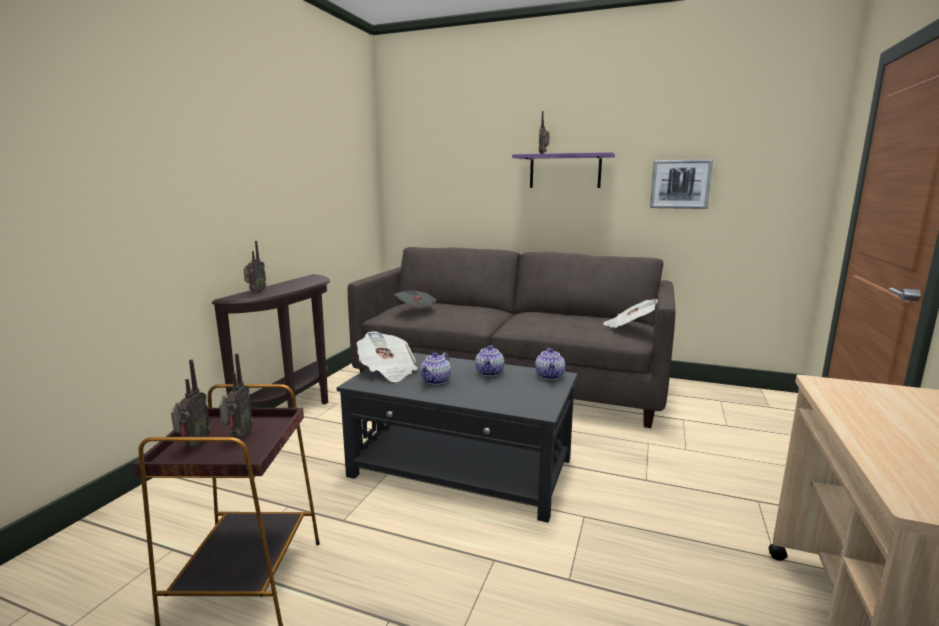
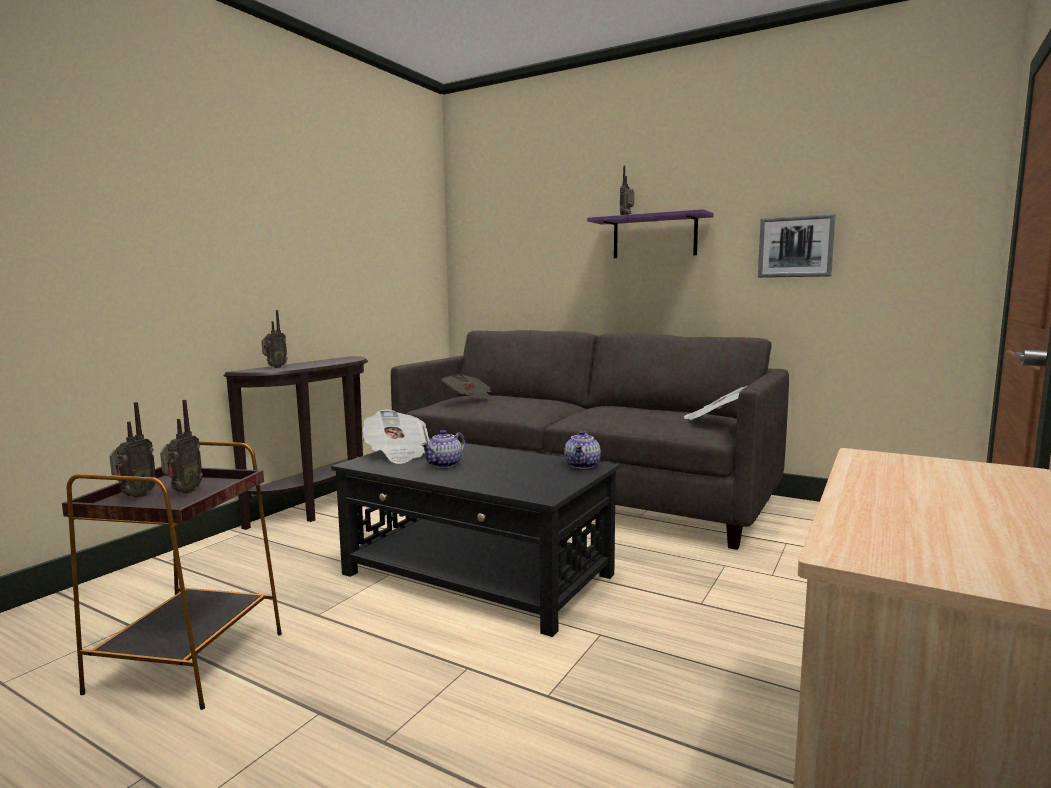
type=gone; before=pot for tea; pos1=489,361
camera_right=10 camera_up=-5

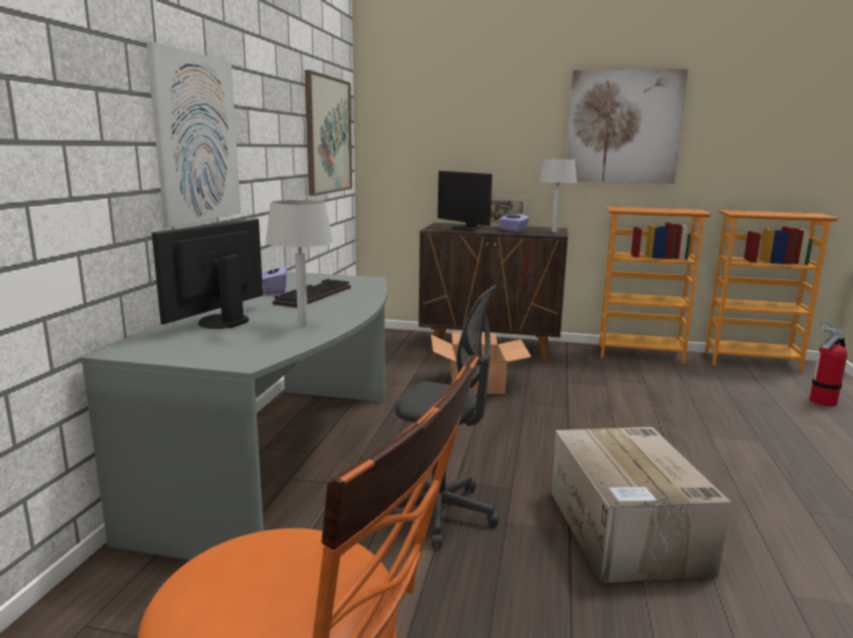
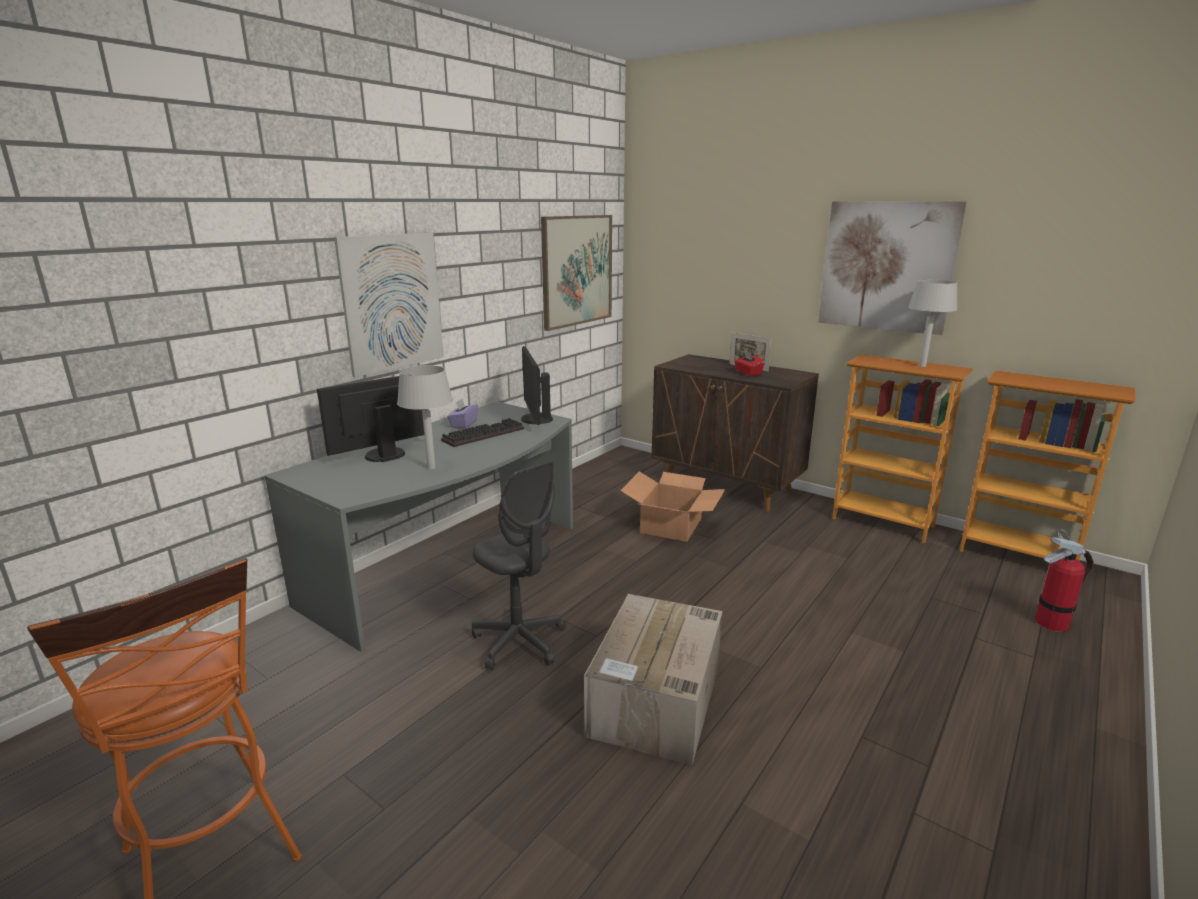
type=shifted; before=computer display; pos1=465,201; pos2=537,385
type=repainted; before=tissue box (purple-coloured); after=tissue box (red-coloured); pos1=513,220; pos2=749,363
type=shifted; before=table lamp (gray); pos1=558,195; pos2=932,323
camera_right=25 camera_up=5

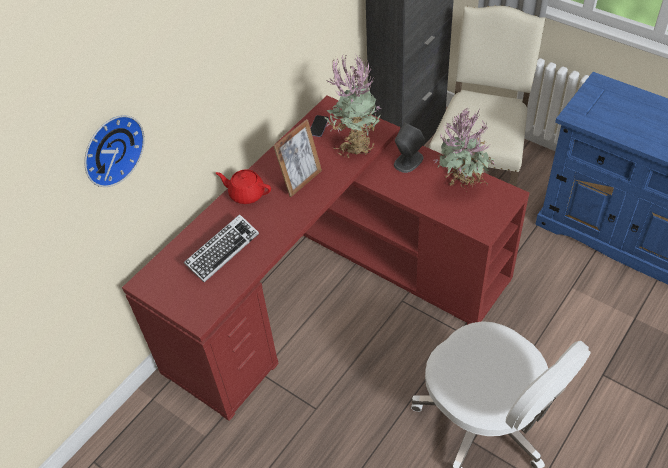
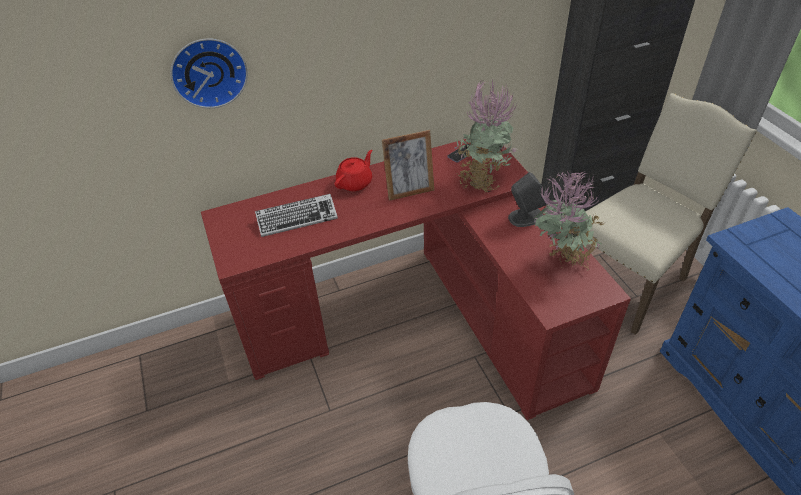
type=rotated; before=pot for tea (red-coloured); pos1=243,186; pos2=353,170; turn=75
camera_right=30 camera_up=-5

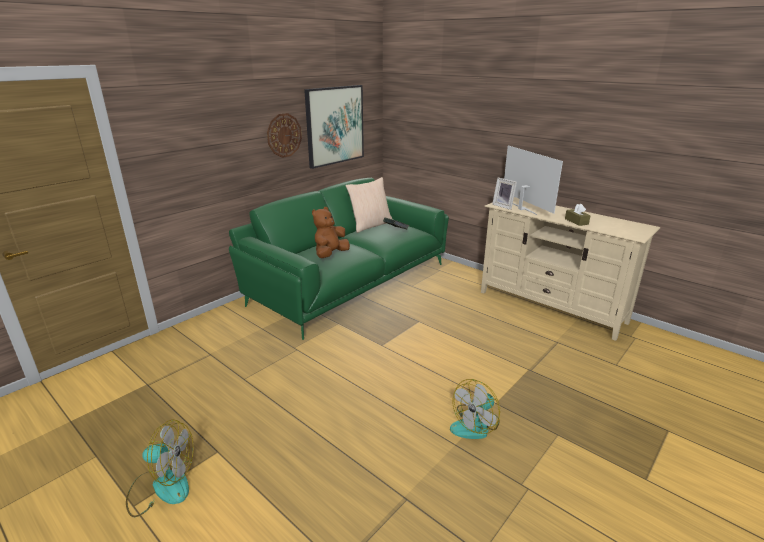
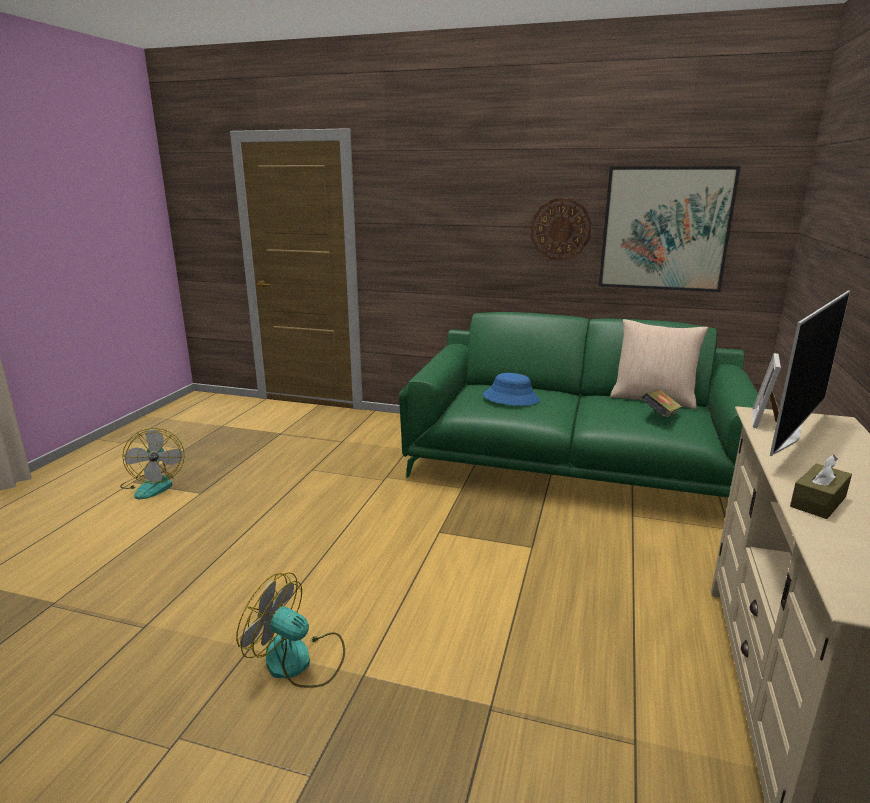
type=swapped; before=soft toy (brown); after=wearable hat (bluish); pos1=331,232; pos2=511,389
camera_right=65 camera_up=-5

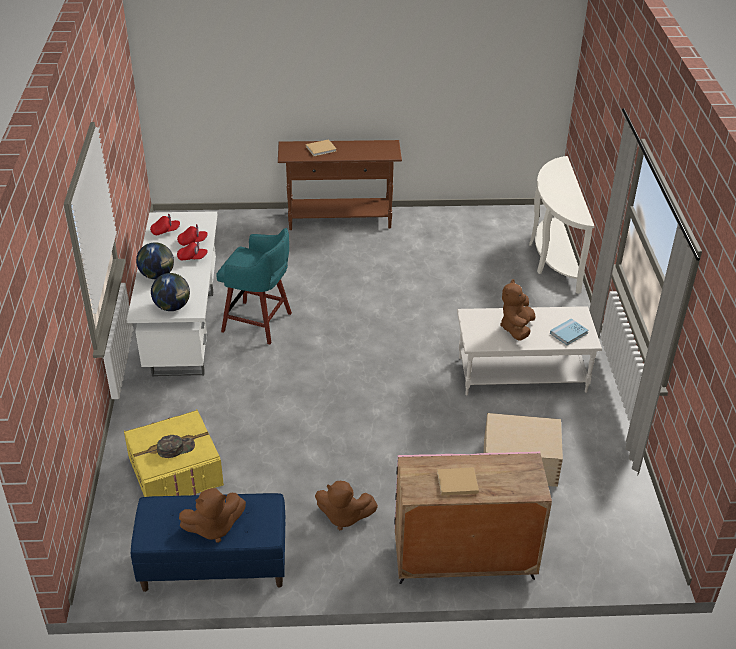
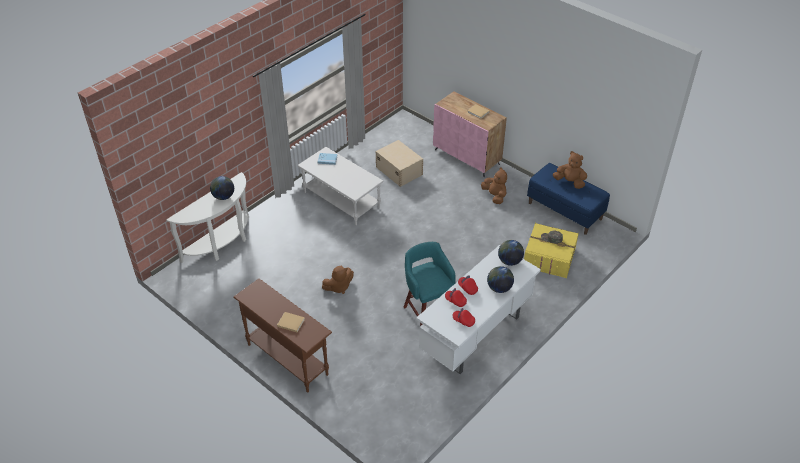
type=shifted; before=soft toy (brown); pos1=518,309; pos2=338,280
type=new; after=globe; pos2=222,188
camera_right=-135 camera_up=5

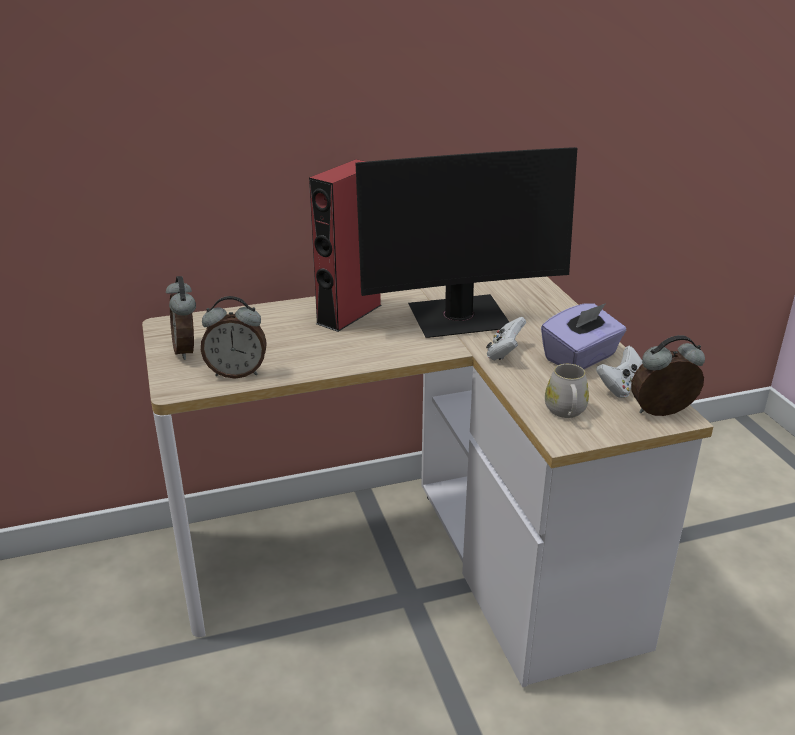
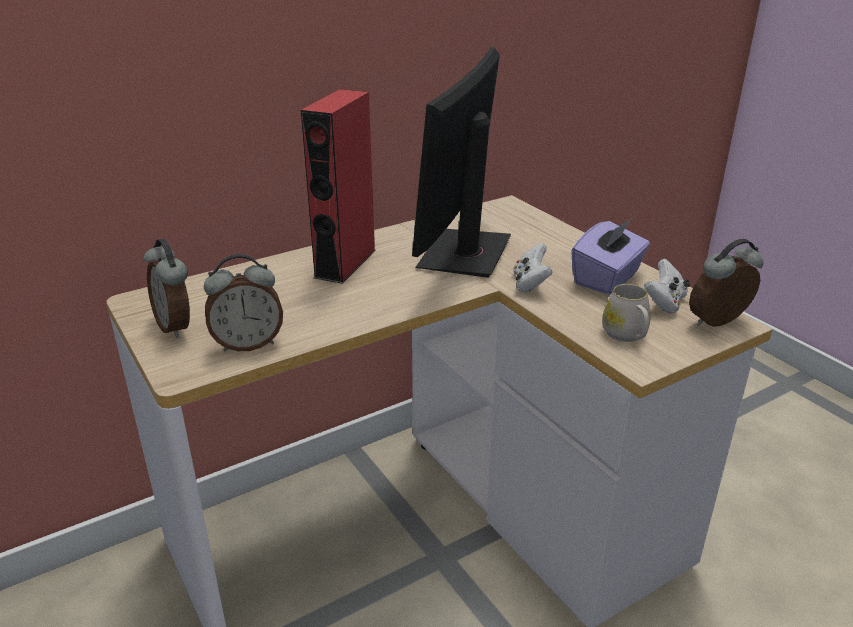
type=rotated; before=computer display; pos1=466,242; pos2=461,162; turn=135
camera_right=-15 camera_up=0

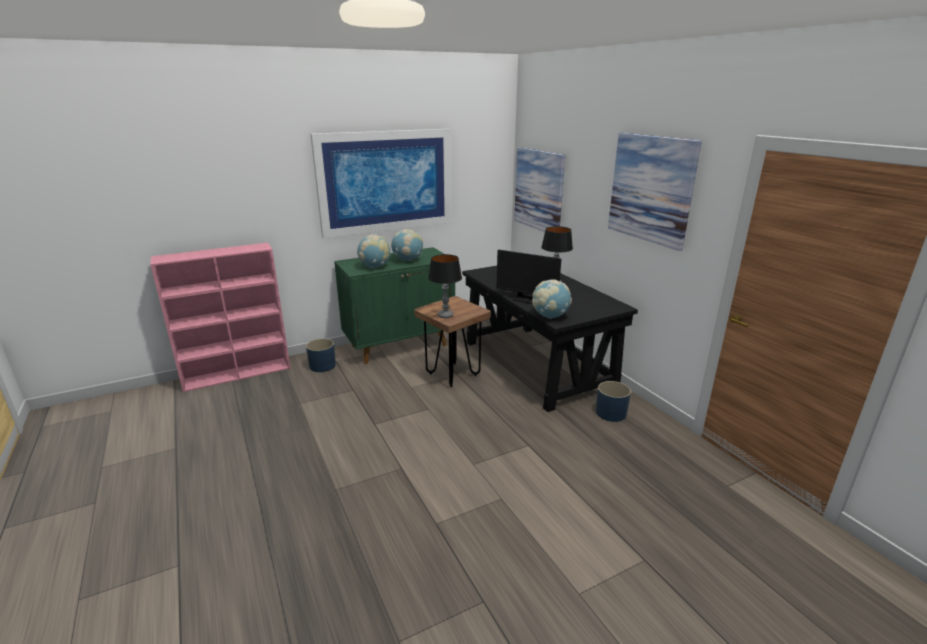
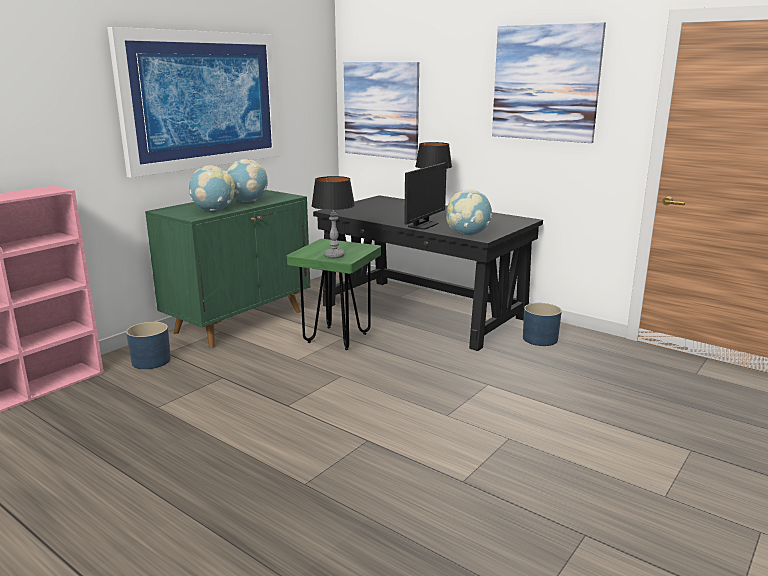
type=repainted; before=stool seat (brown); after=stool seat (green); pos1=452,341; pos2=334,294
type=rotated; before=computer display; pos1=528,277; pos2=425,196; turn=-60
camera_right=-25 camera_up=-5

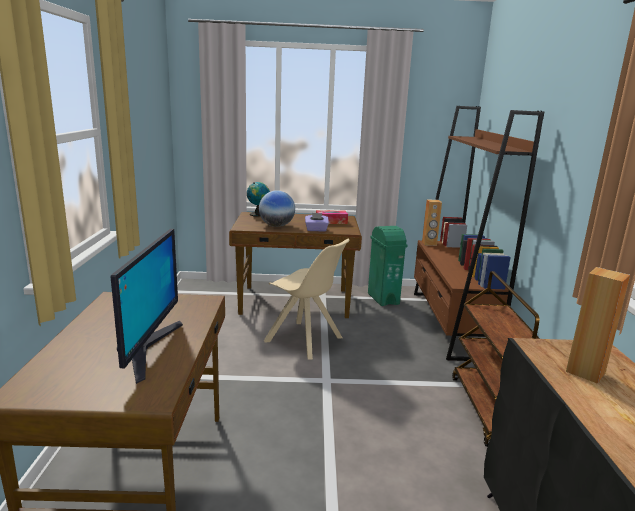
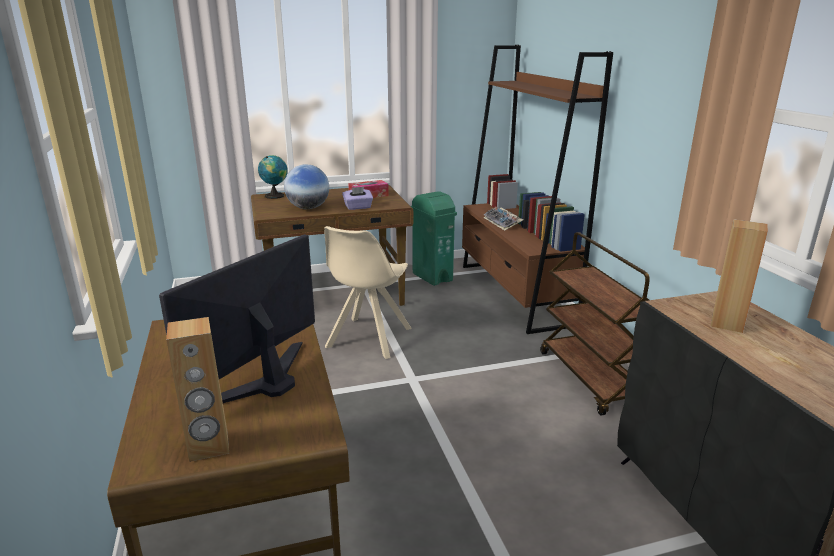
type=rotated; before=computer display; pos1=146,306; pos2=237,318; turn=-135
type=rotated; before=chair (beige); pos1=306,299; pos2=368,292; turn=90
type=shifted; before=loudspeaker (brown); pos1=432,223; pos2=197,389
type=new; after=PC keyboard; pos2=503,218
camera_right=-15 camera_up=5

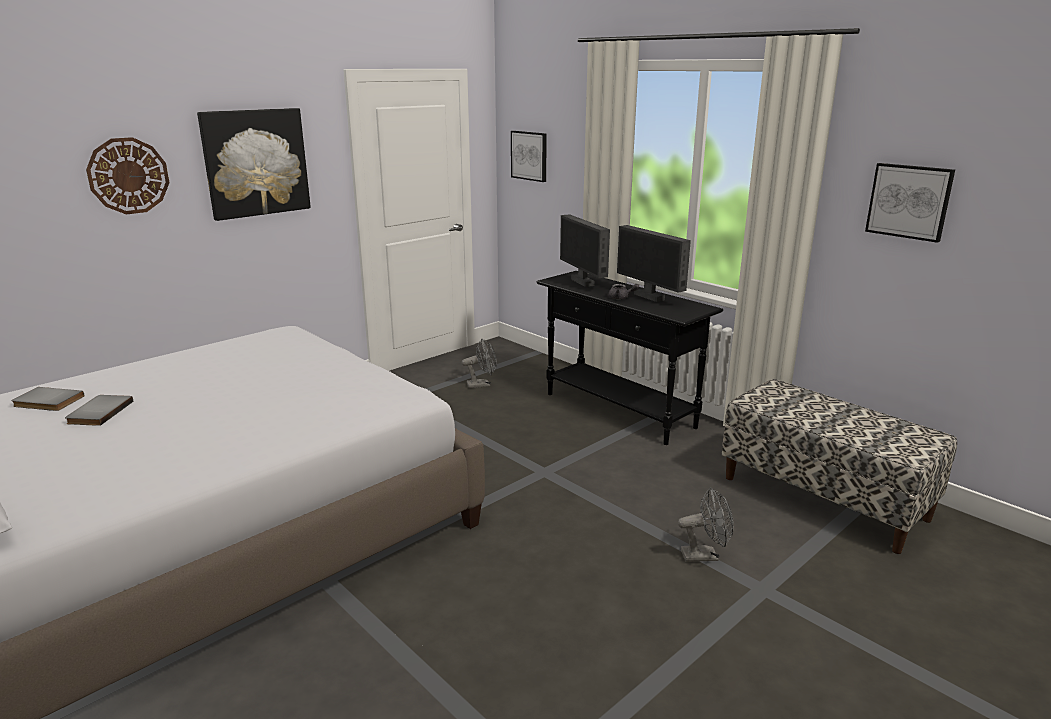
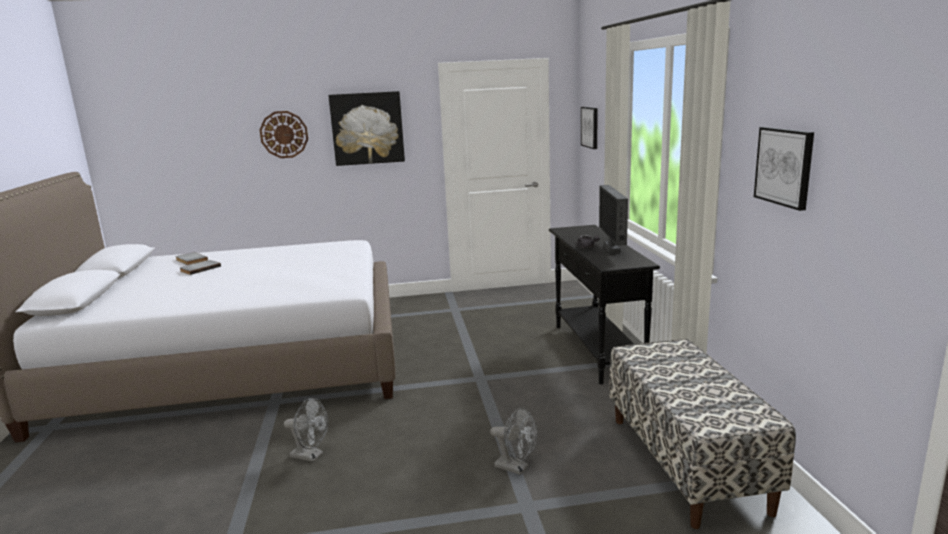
type=shifted; before=fan (gray); pos1=479,363; pos2=306,430
type=gone; before=computer display; pos1=585,250
camera_right=35 camera_up=-5

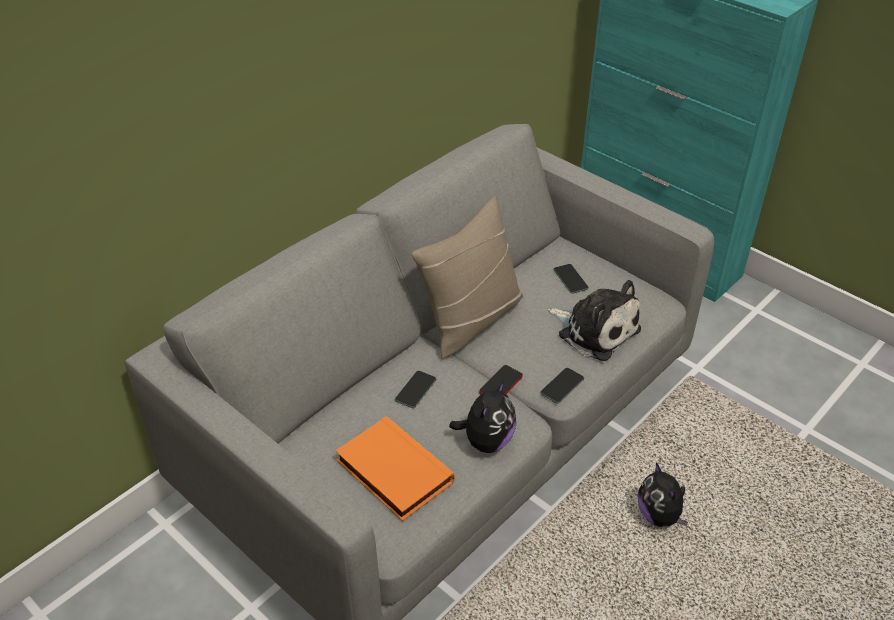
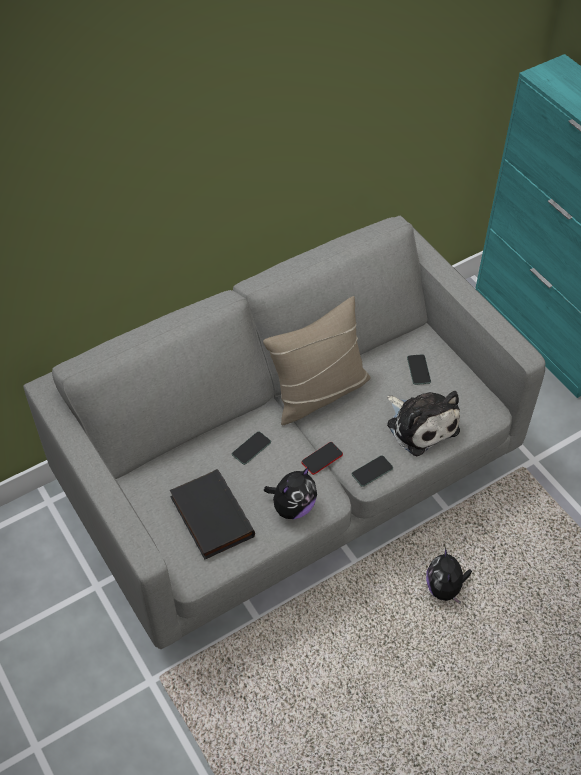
type=repainted; before=volume (orange-coloured); after=volume (blackish); pos1=395,468; pos2=212,514
camera_right=15 camera_up=10

